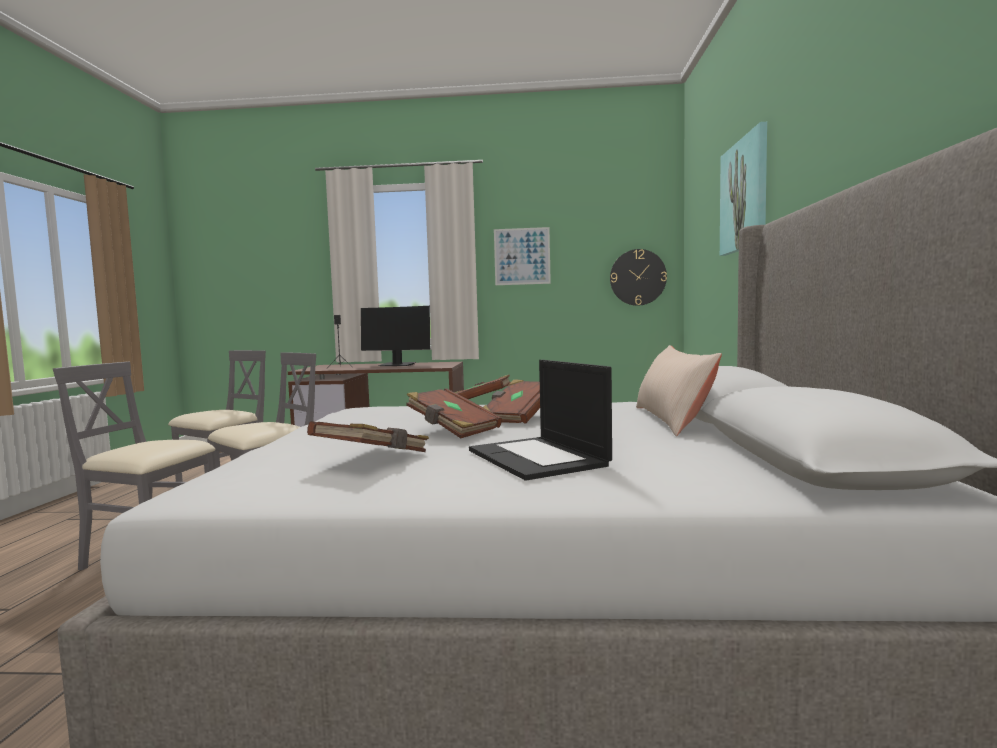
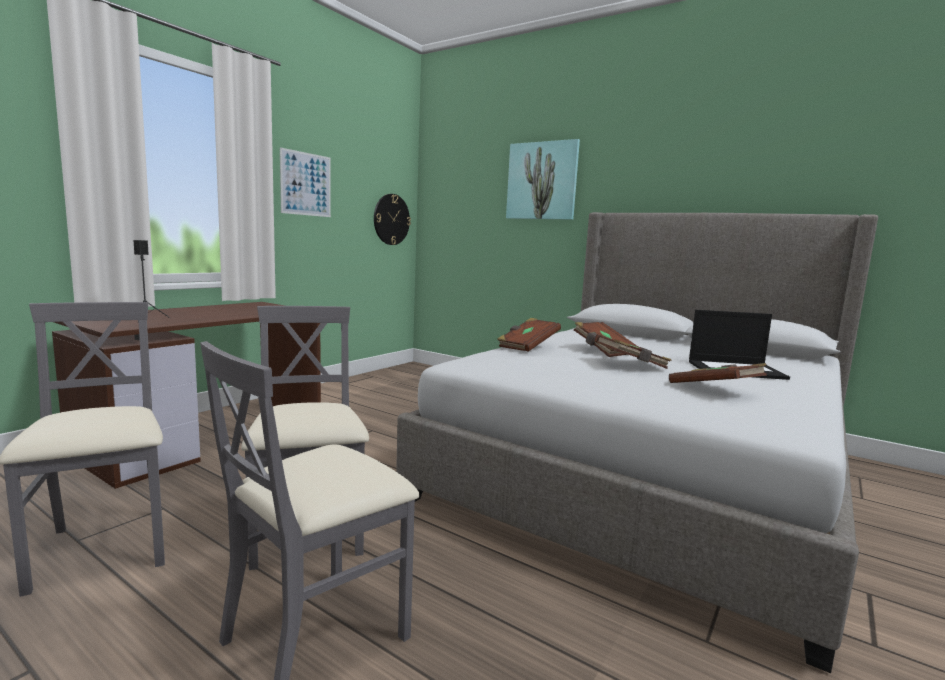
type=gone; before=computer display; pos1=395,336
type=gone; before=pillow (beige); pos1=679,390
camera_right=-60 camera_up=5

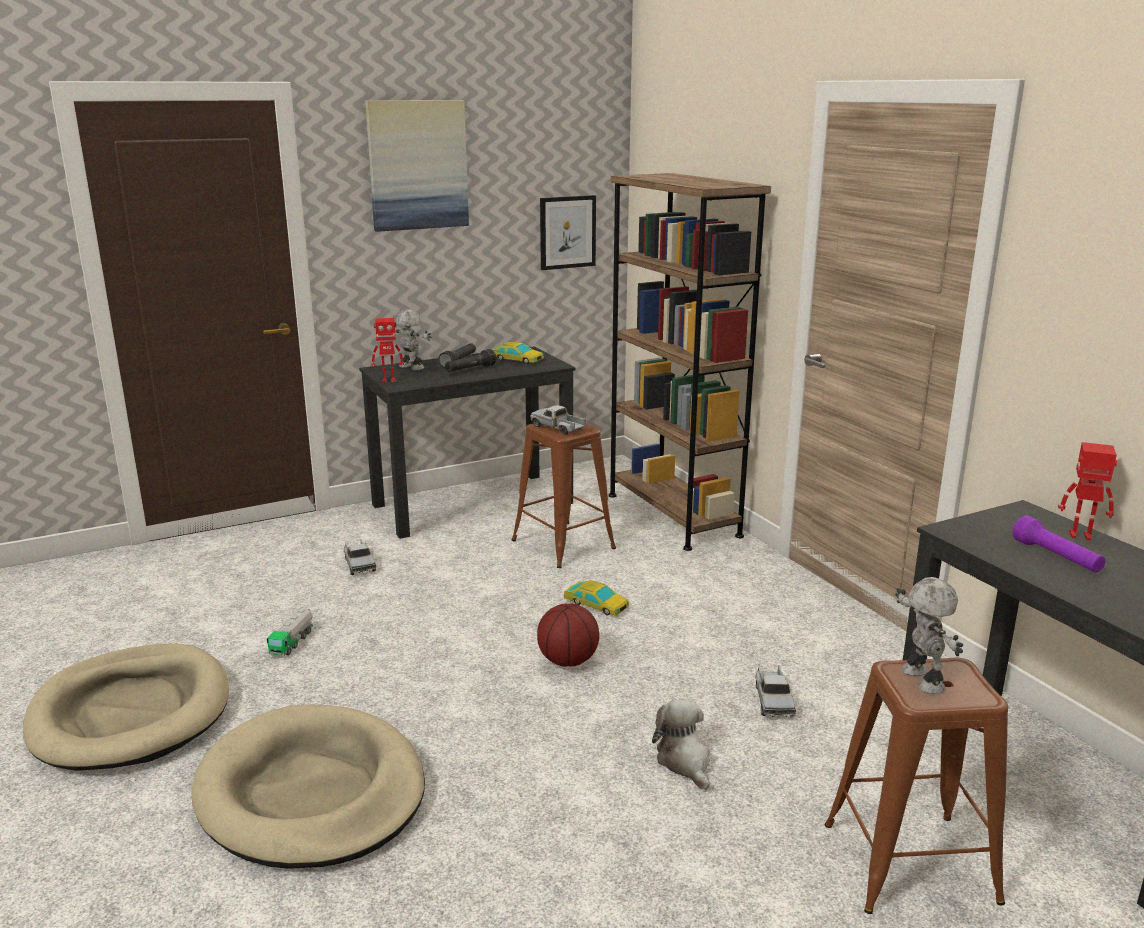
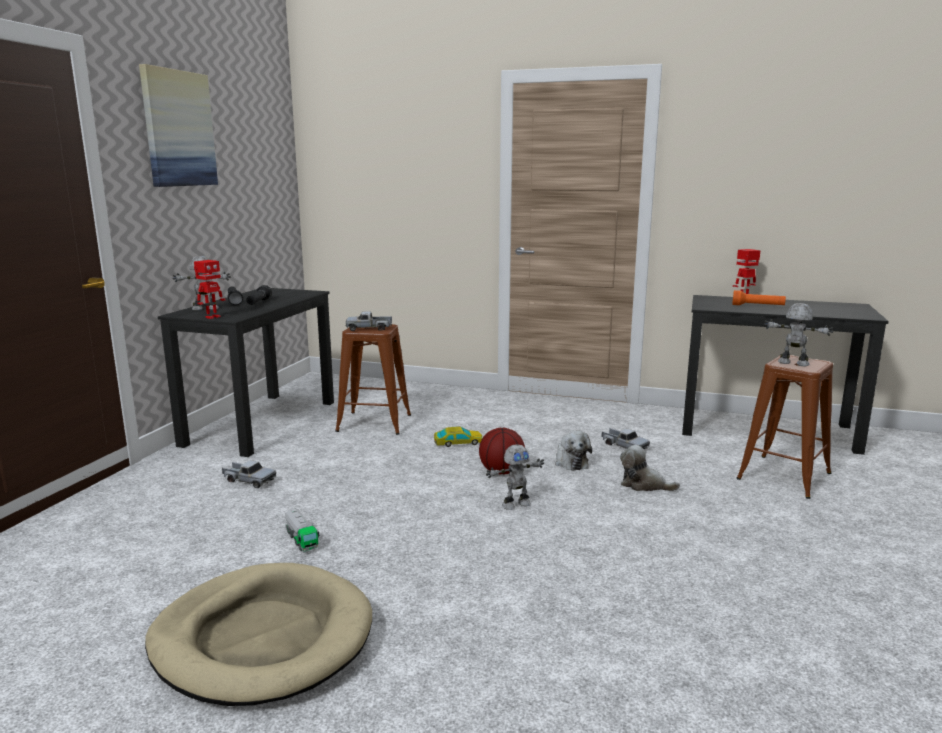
type=gone; before=pet bed (beige); pos1=308,786
type=gone; before=miniature car; pos1=518,353
type=gone; before=wall picture; pos1=568,232
type=gone; before=shelving unit (brown); pos1=690,362
type=repainted; before=hand torch (purple-coloured); after=hand torch (orange-coloured); pos1=1059,544; pos2=759,297
type=new; after=robot figure; pos2=515,477
type=new; after=soft toy; pos2=573,451
camera_right=-45 camera_up=-5

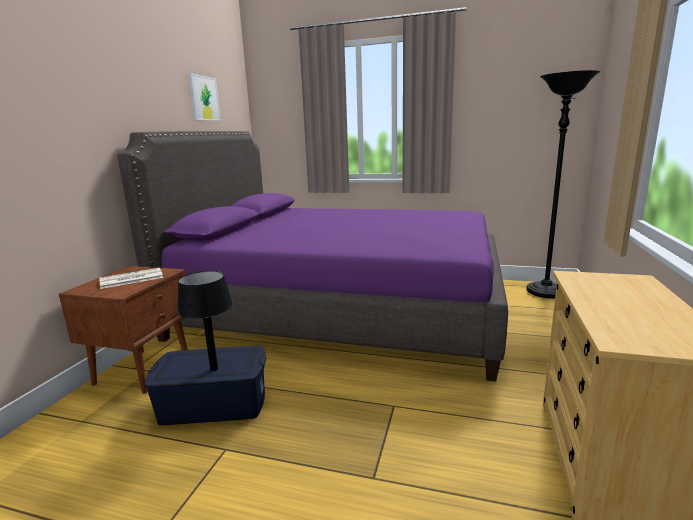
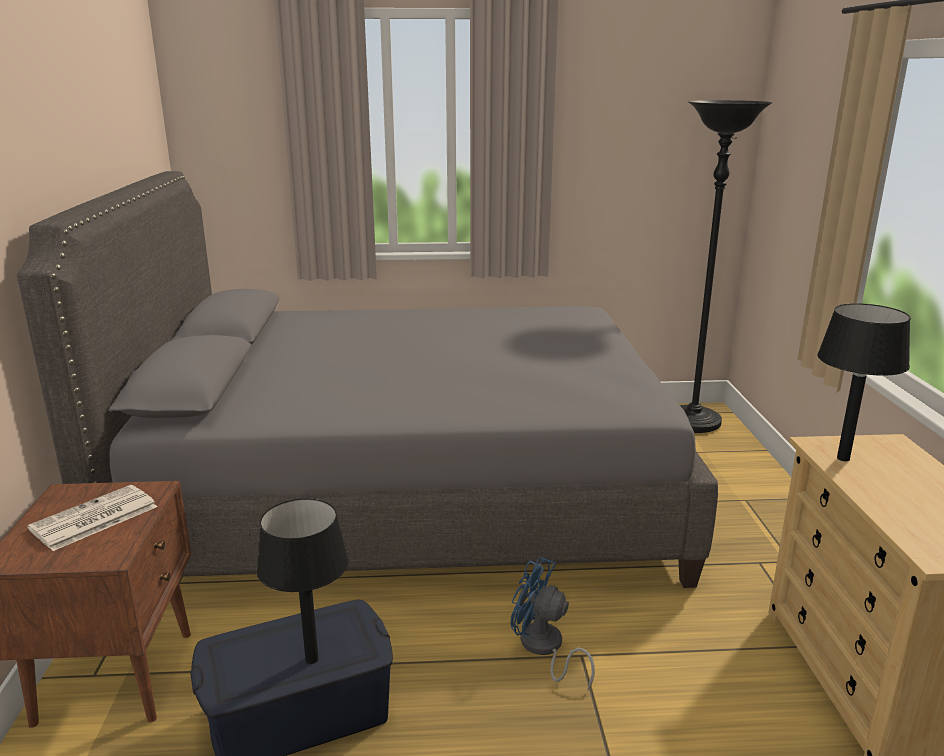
type=repainted; before=sleeping bed (purple-coloured); after=sleeping bed (gray); pos1=312,256; pos2=367,379
type=gone; before=wall picture; pos1=205,97
type=new; after=fan (bluish); pos2=552,623
type=new; after=table lamp (blackish); pos2=864,382
camera_right=-20 camera_up=5

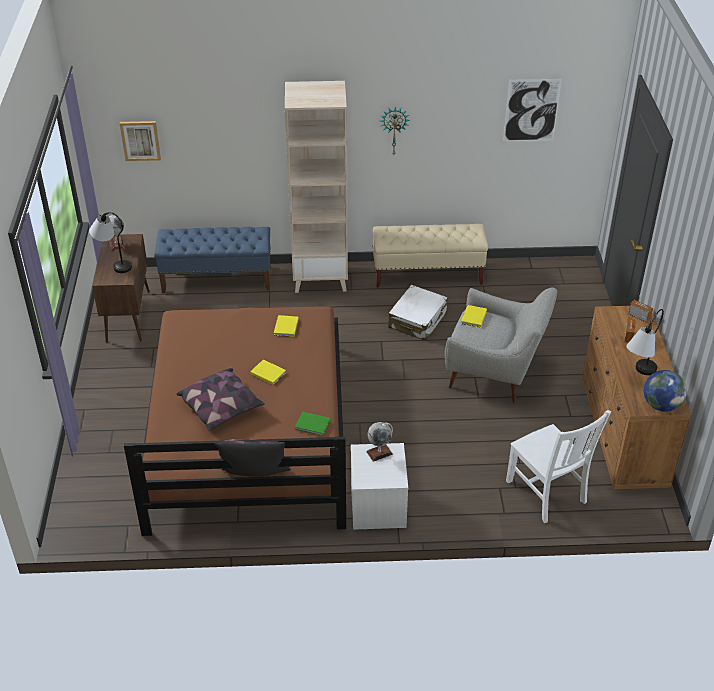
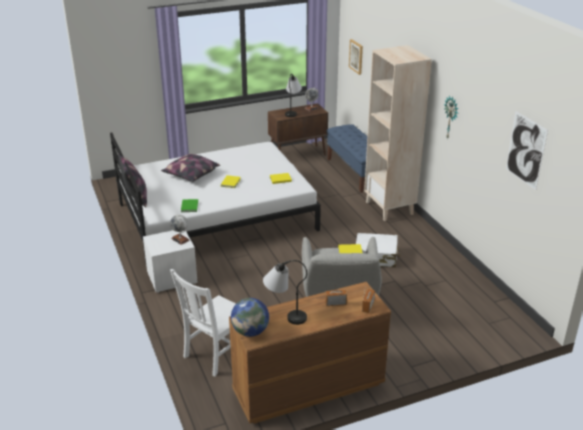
type=repainted; before=sleeping bed (brown); after=sleeping bed (whitish); pos1=235,421; pos2=215,200
type=gone; before=long seat (beige); pos1=430,255
camera_right=70 camera_up=-10

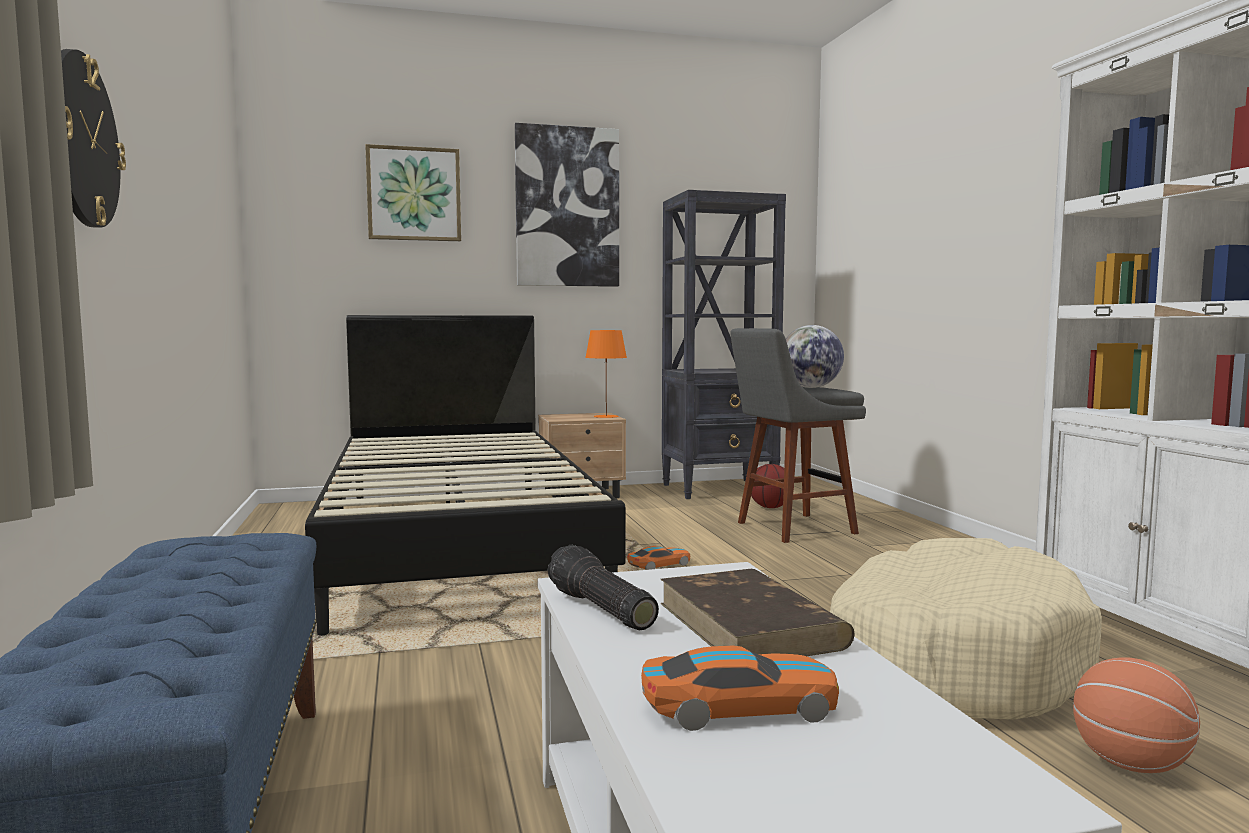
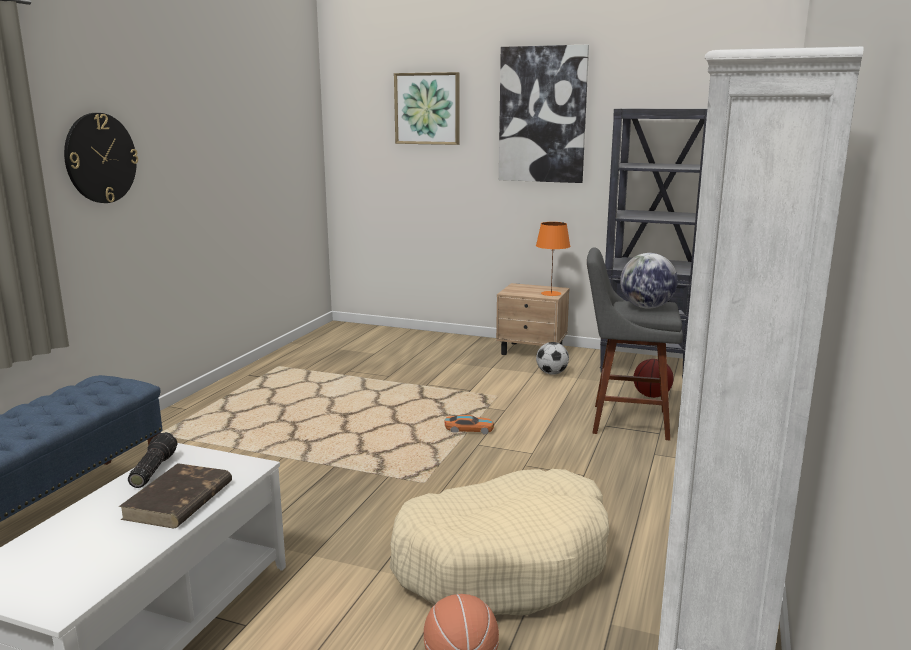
type=gone; before=sleeping bed (blackish); pos1=465,475
type=gone; before=miniature car; pos1=740,688
type=new; after=football; pos2=552,358
camera_right=35 camera_up=10

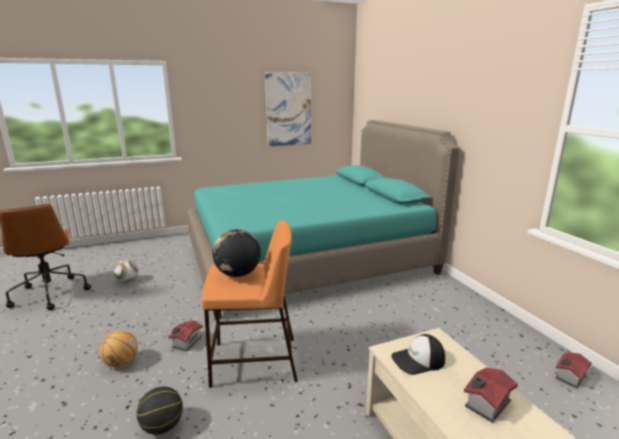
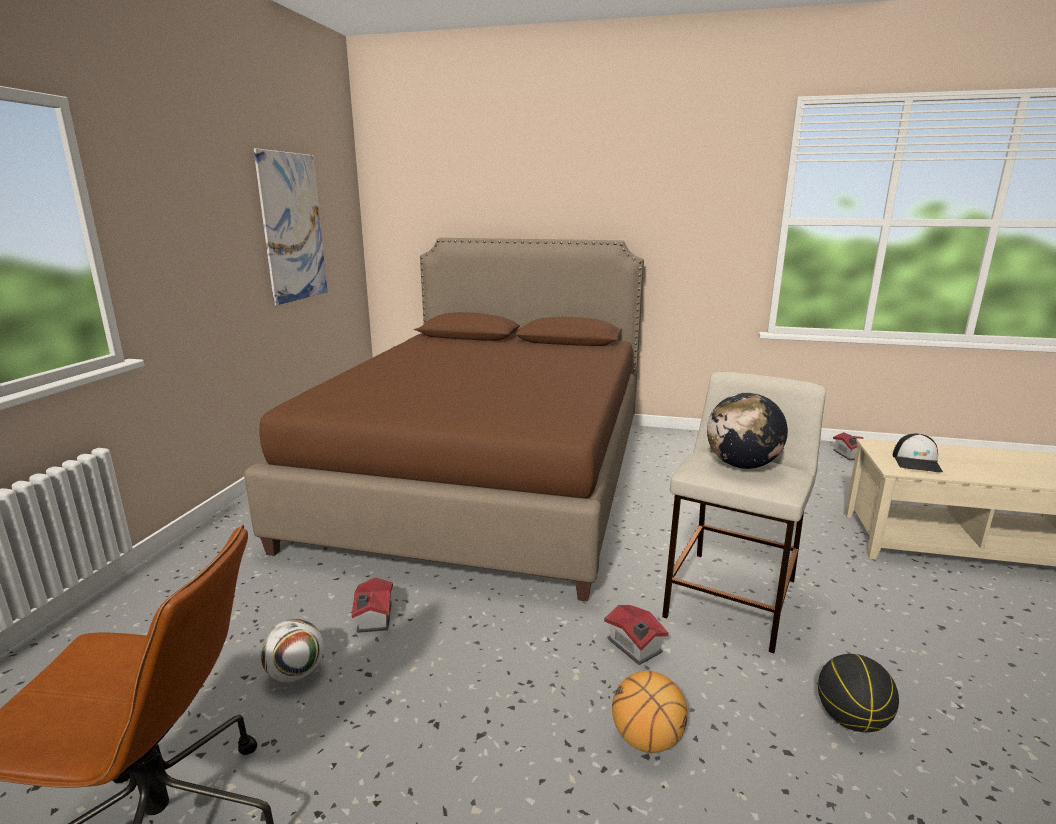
type=repainted; before=sleeping bed (turquoise); after=sleeping bed (brown); pos1=323,220; pos2=444,420
type=repainted; before=stool seat (orange-coloured); after=stool seat (beige); pos1=249,304; pos2=744,512
type=shifted; before=model house; pos1=491,395; pos2=372,605
camera_right=-55 camera_up=0

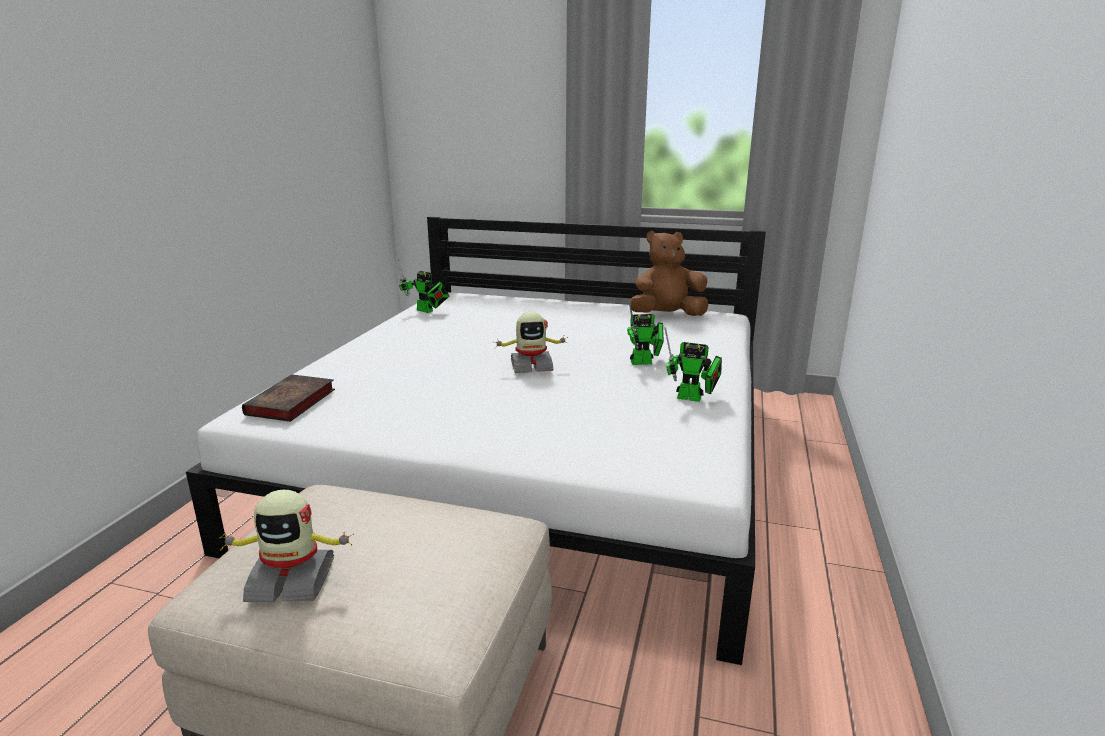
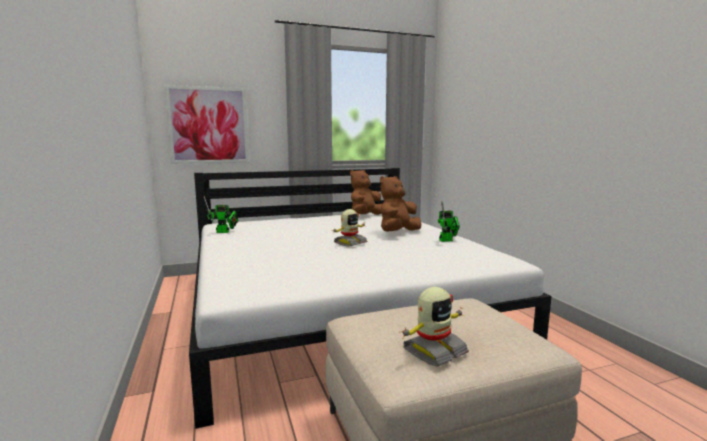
type=gone; before=volume; pos1=288,398
type=swapped; before=robot figure; after=soft toy (brown); pos1=645,333; pos2=400,204
type=new; after=wall picture; pos2=207,124
camera_right=-35 camera_up=-10

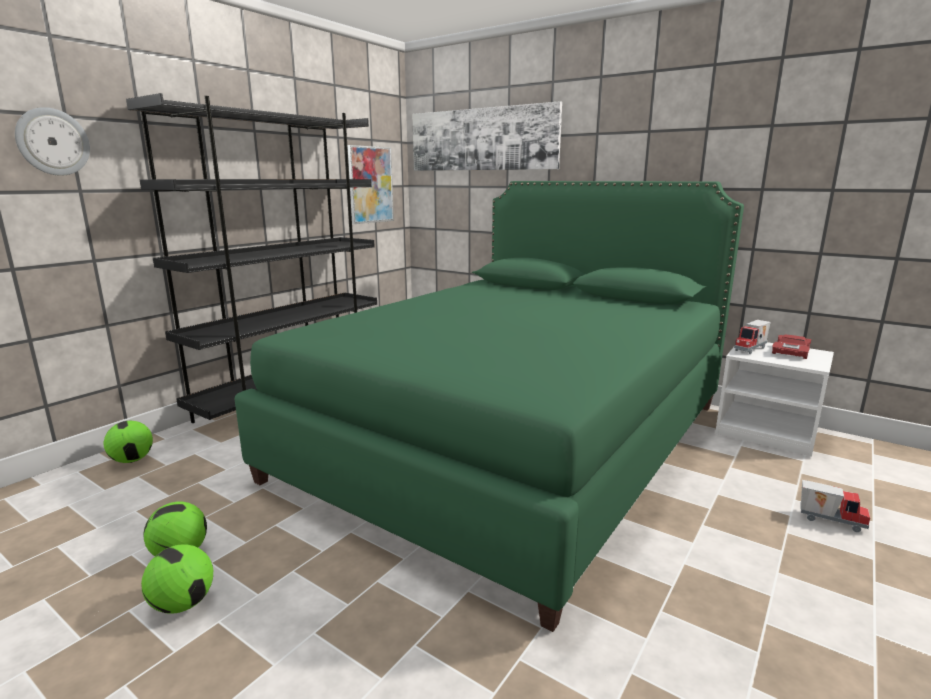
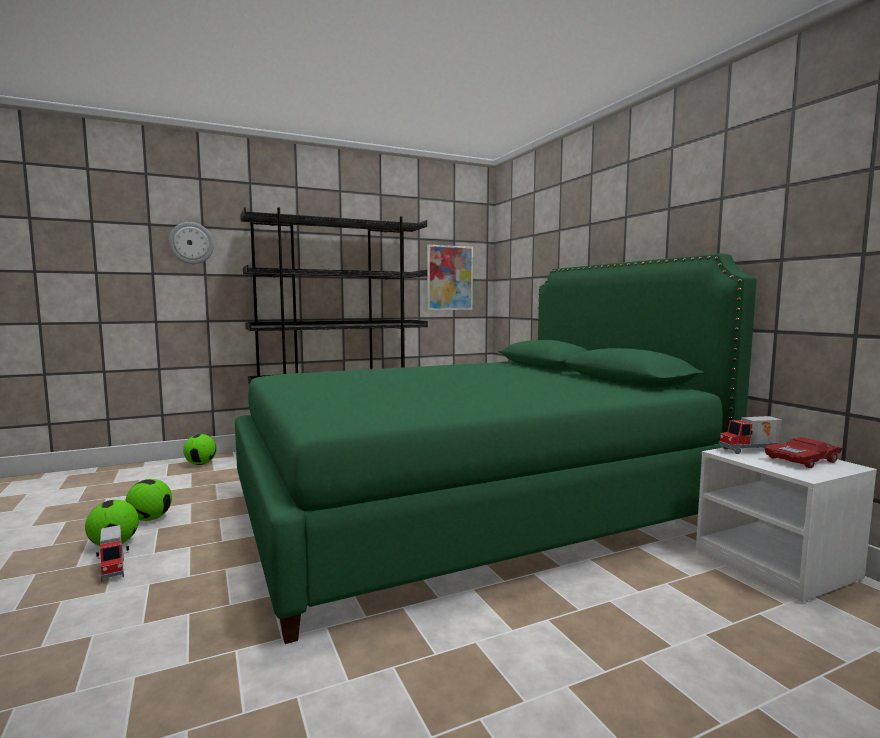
type=gone; before=wall picture; pos1=487,136
type=shifted; before=toy lorry; pos1=835,506; pos2=112,553
camera_right=30 camera_up=-10

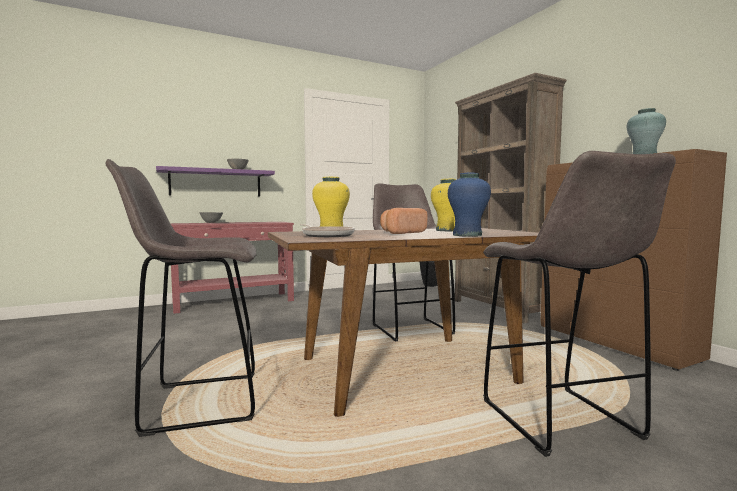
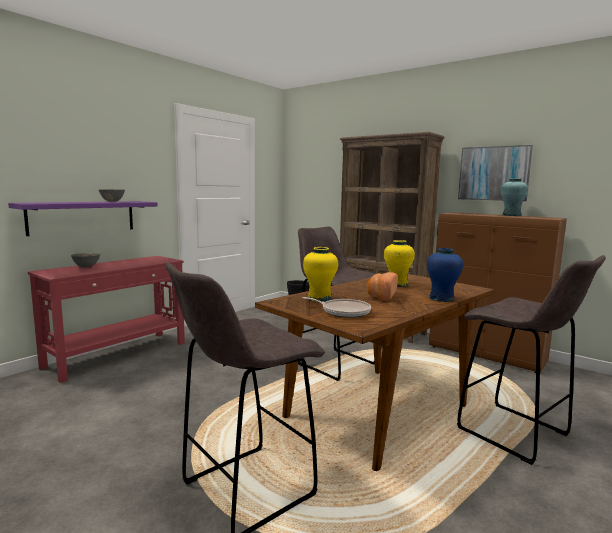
type=new; after=wall picture; pos2=495,173
camera_right=-25 camera_up=5

